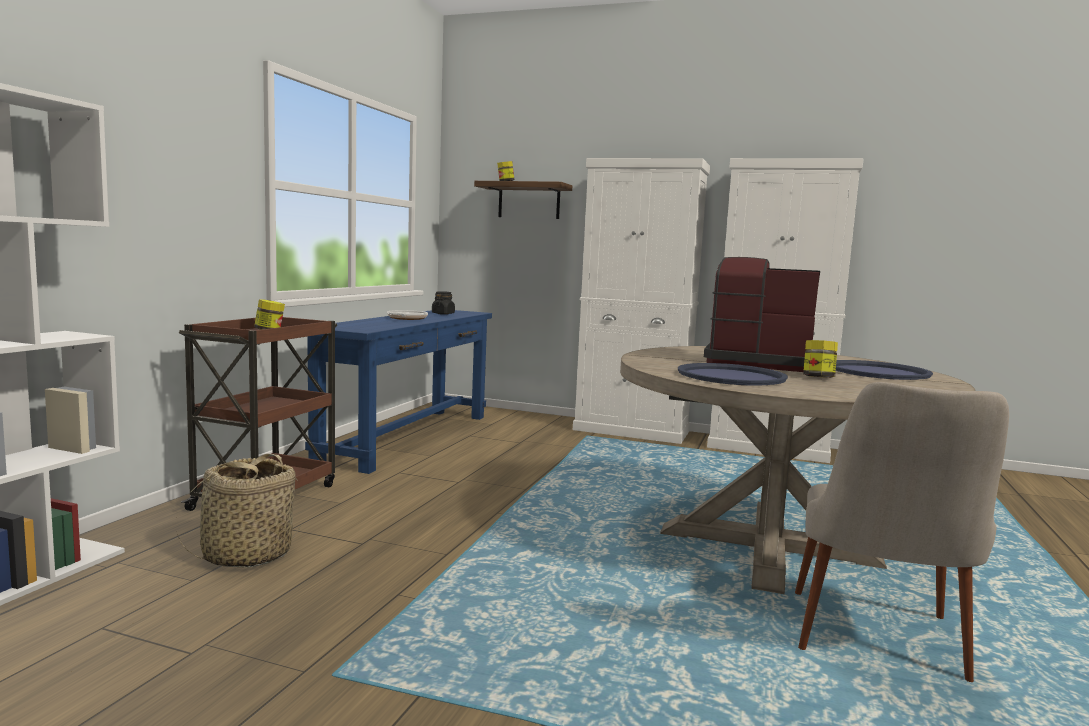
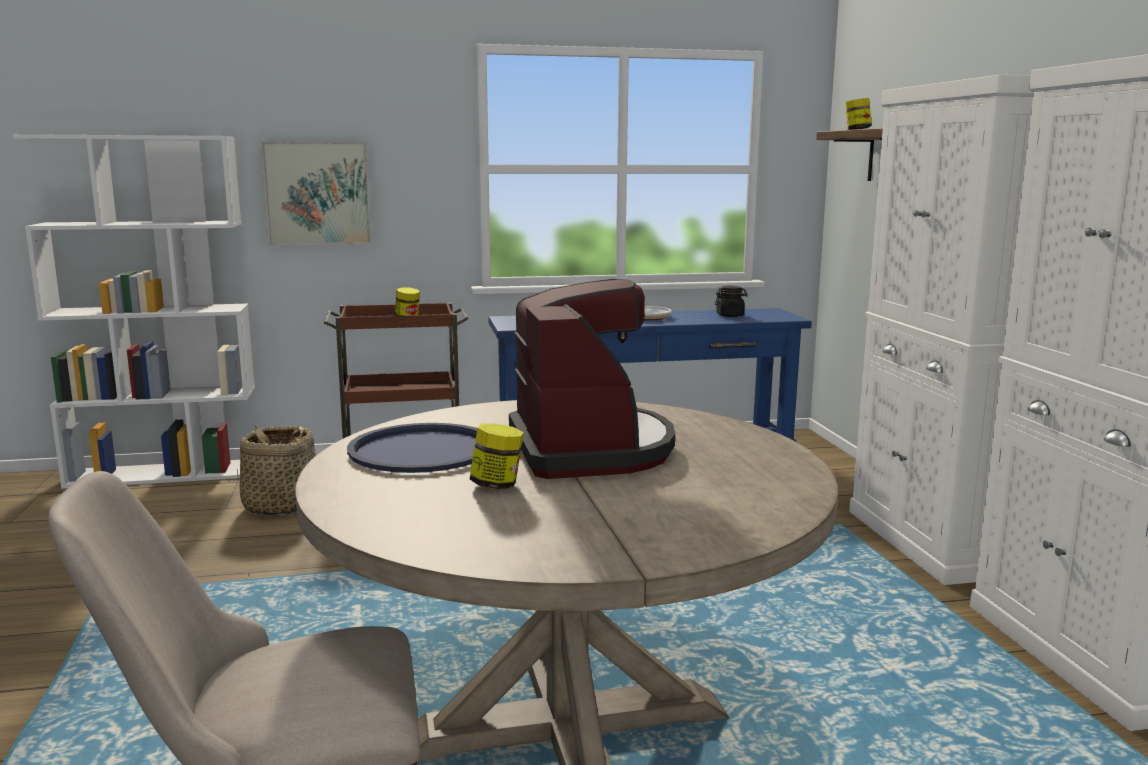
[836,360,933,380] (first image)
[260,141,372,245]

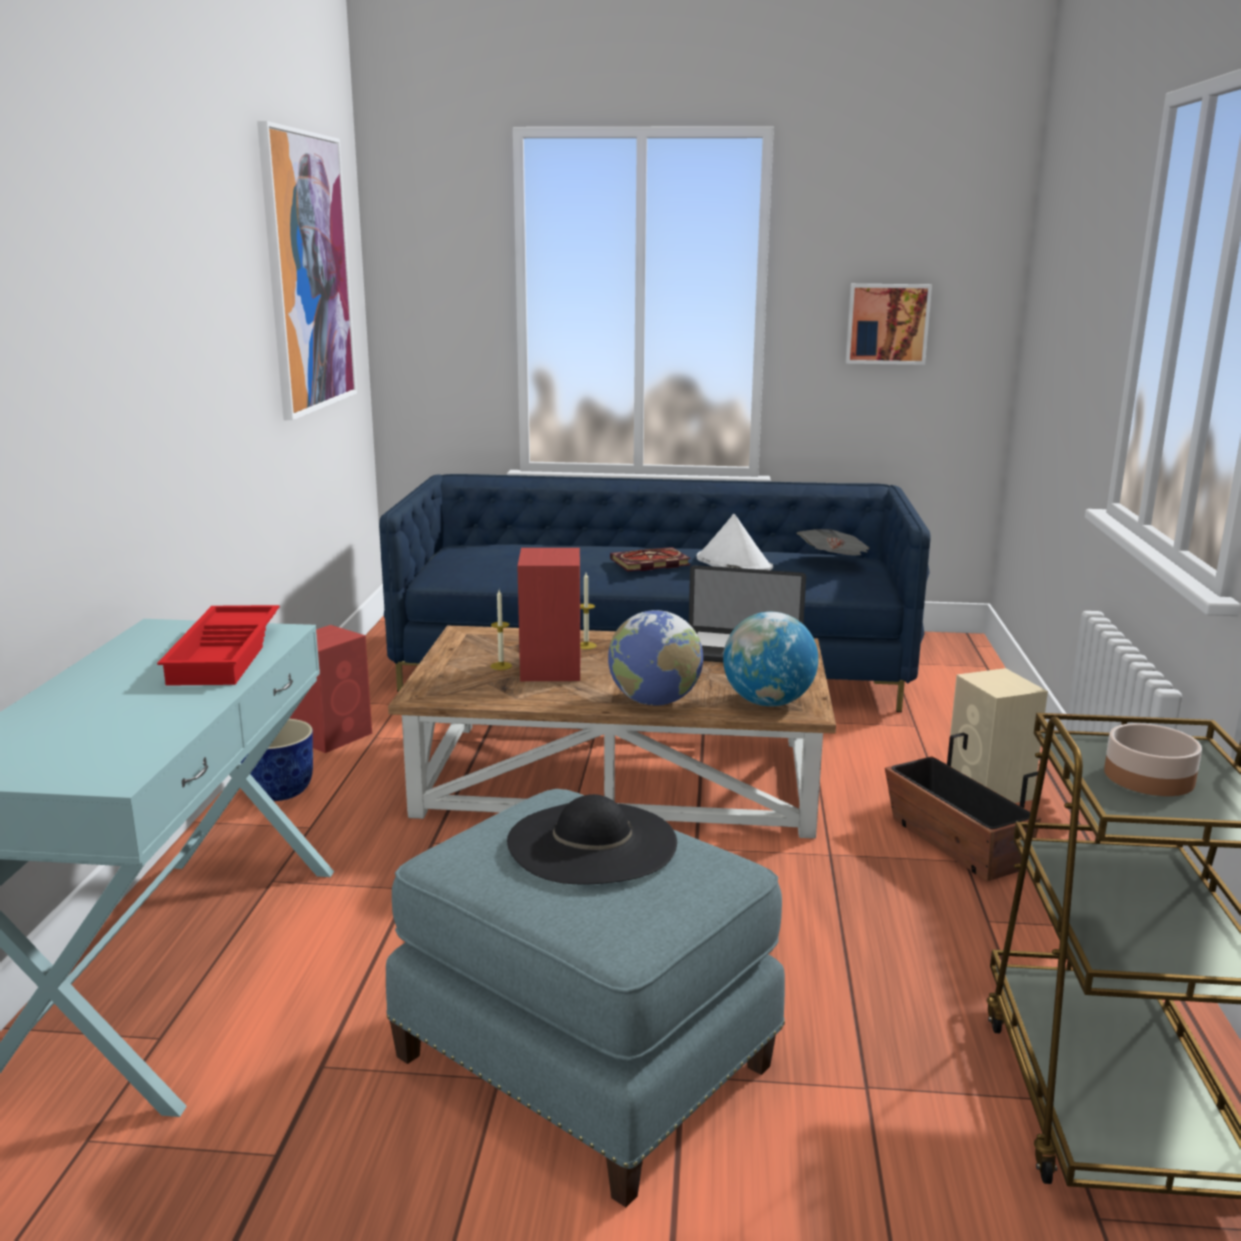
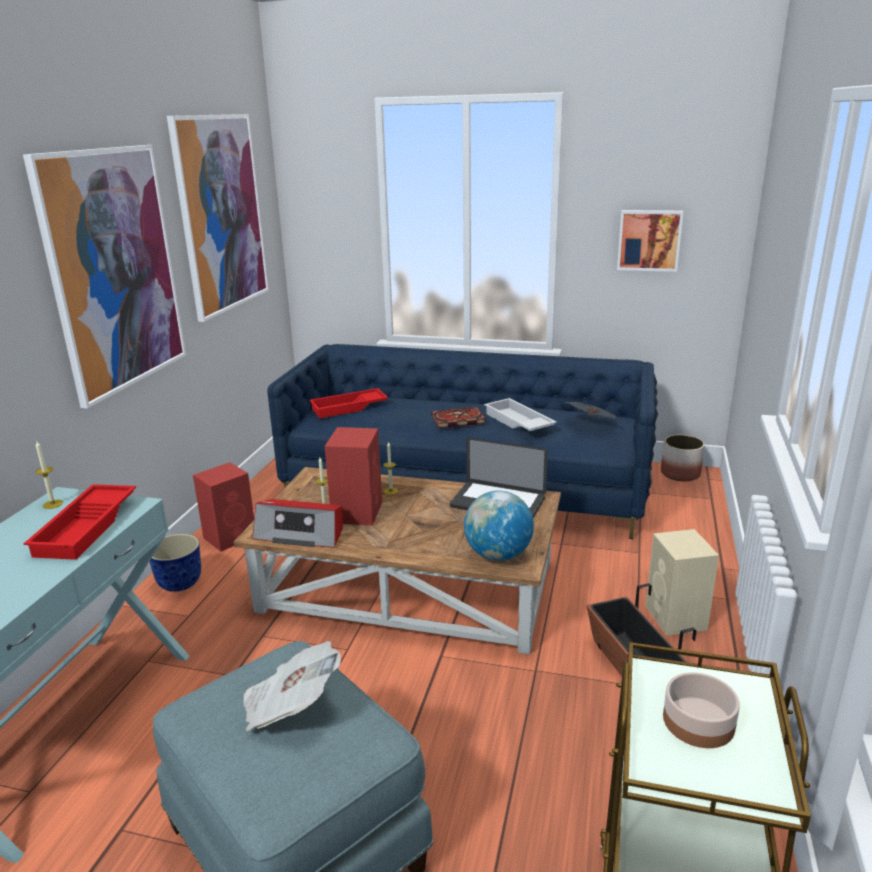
[484,398,557,431]
[608,610,703,706] (first image)
[243,641,341,731]
[23,145,186,409]
[309,388,388,418]
[661,435,704,481]
[35,441,63,509]
[252,499,343,548]

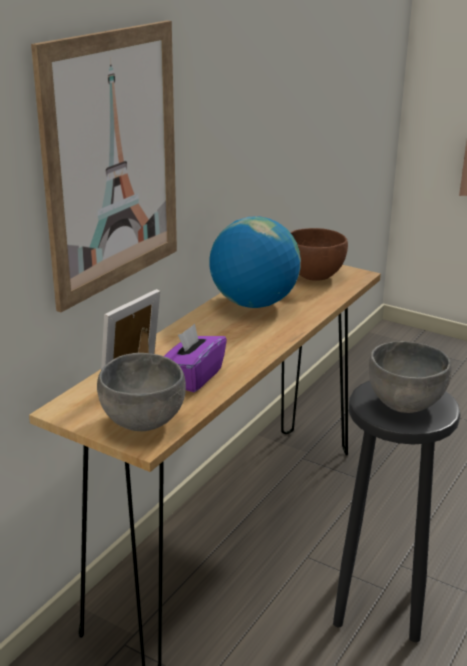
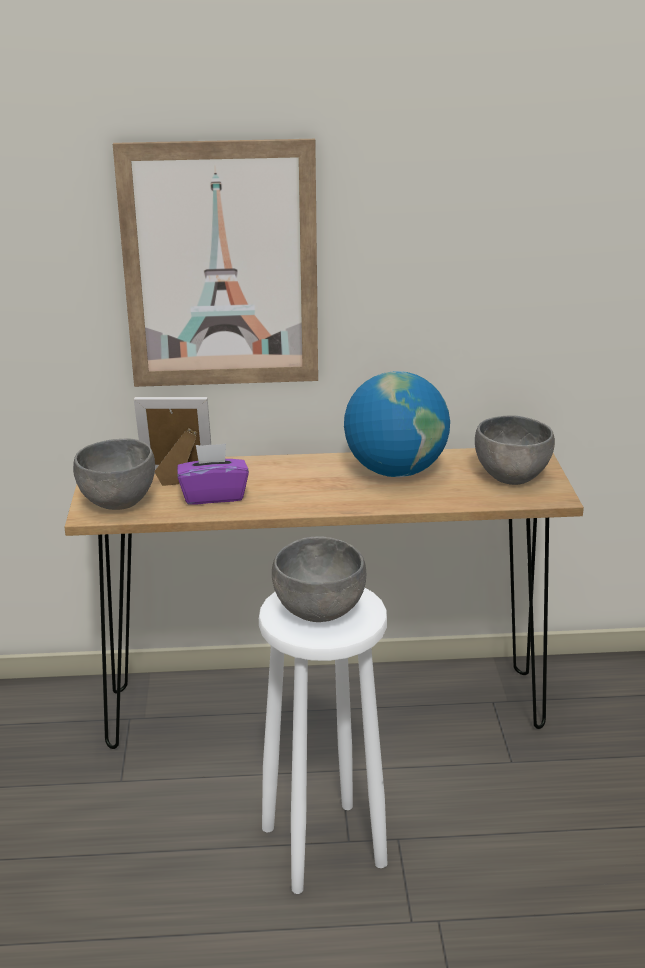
[475,416,555,485]
[259,588,387,894]

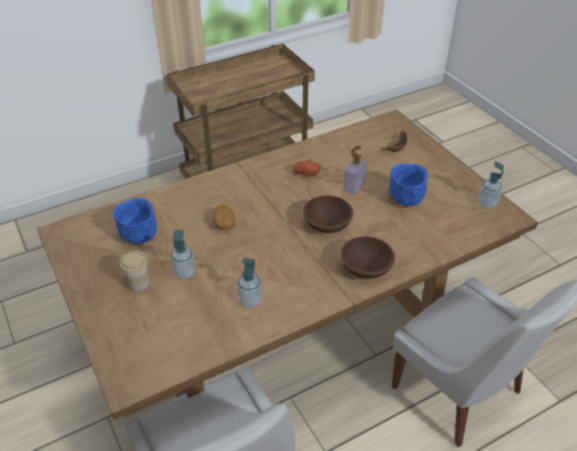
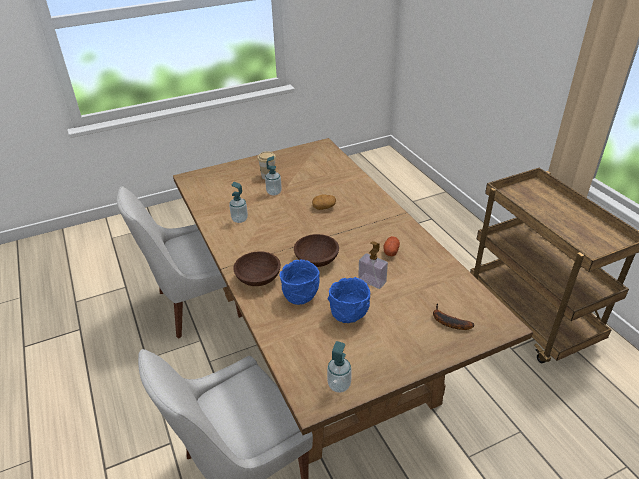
[280,259,320,305]

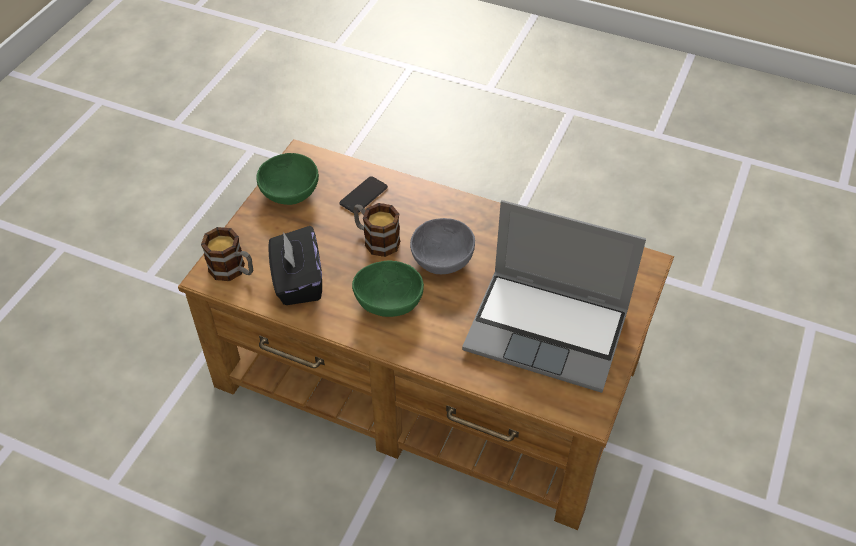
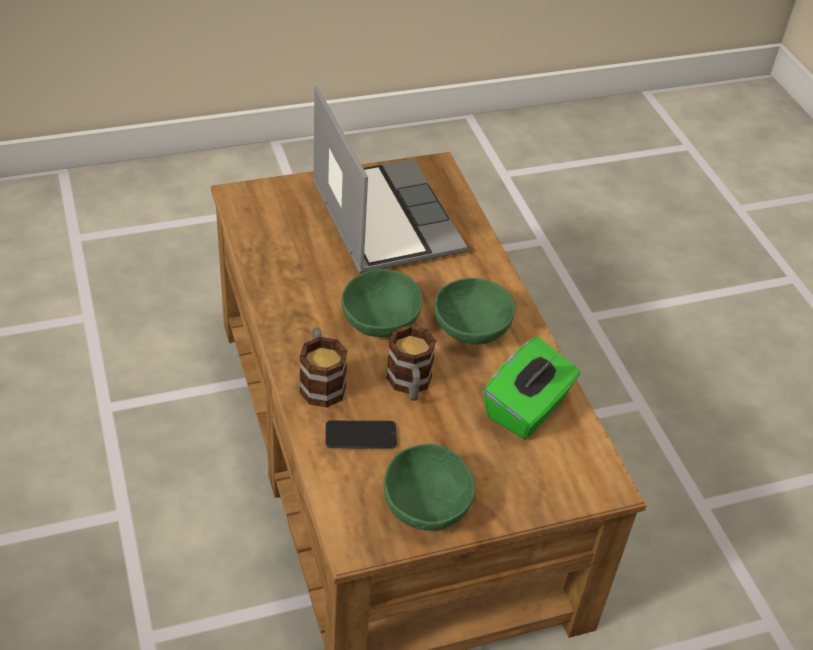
[341,269,423,337]
[483,337,580,439]
[299,327,347,407]

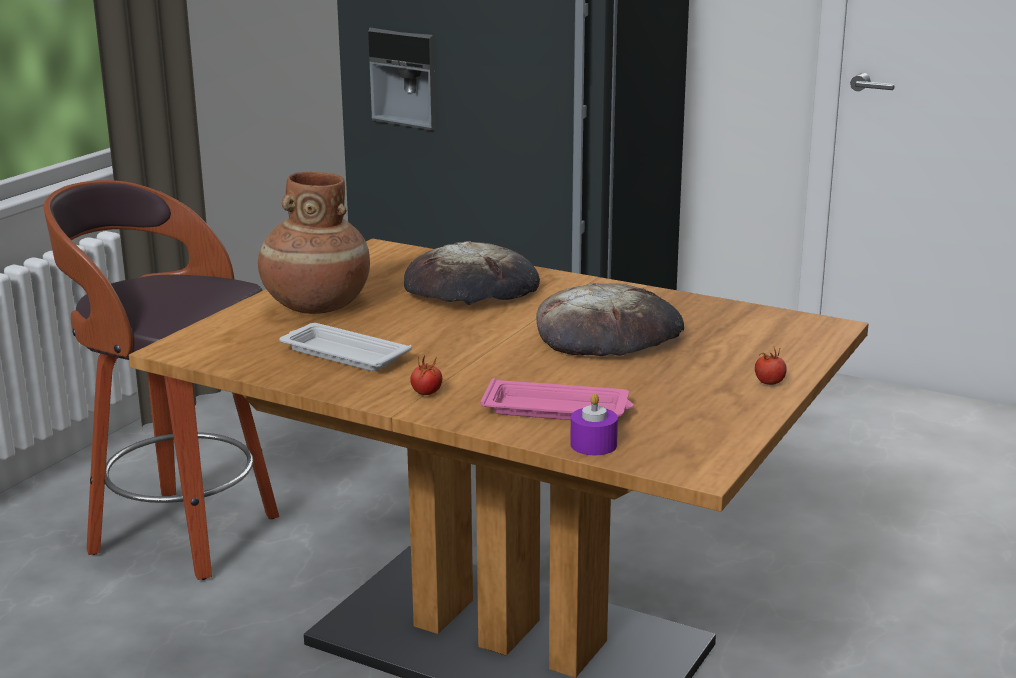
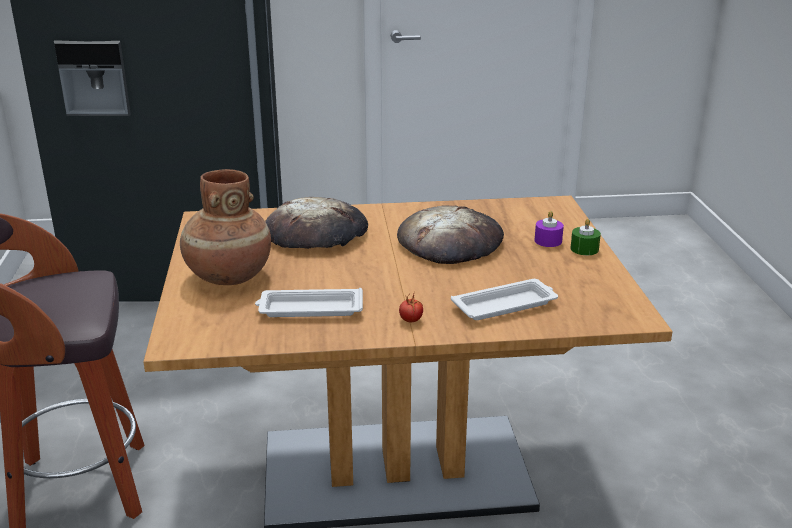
[571,218,601,255]
[451,279,558,320]
[535,211,564,247]

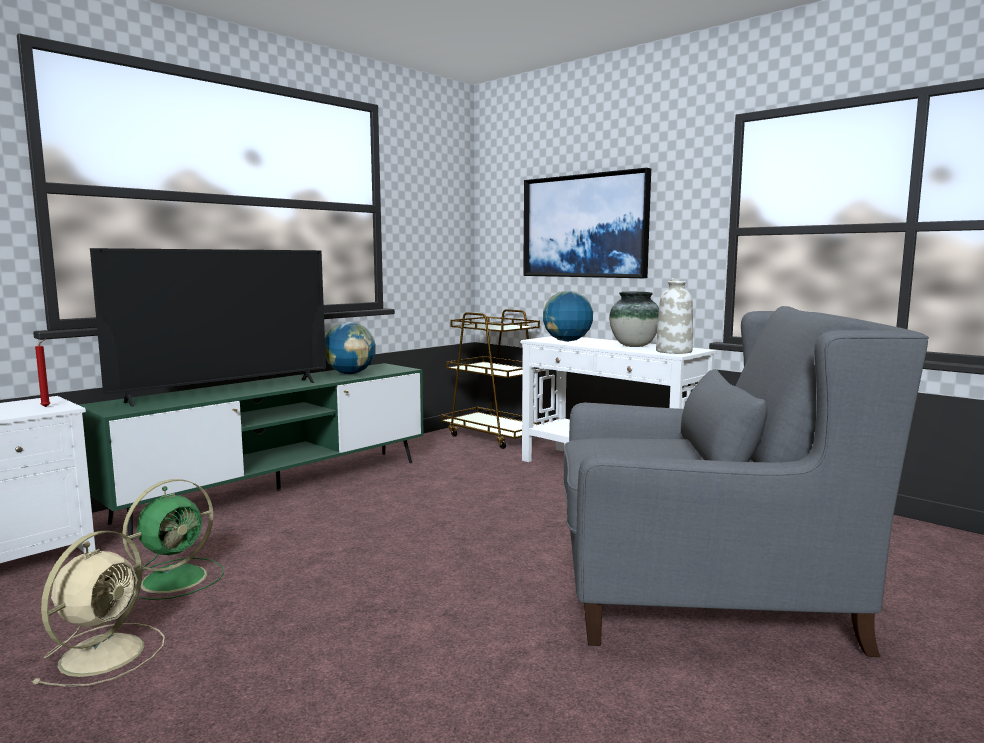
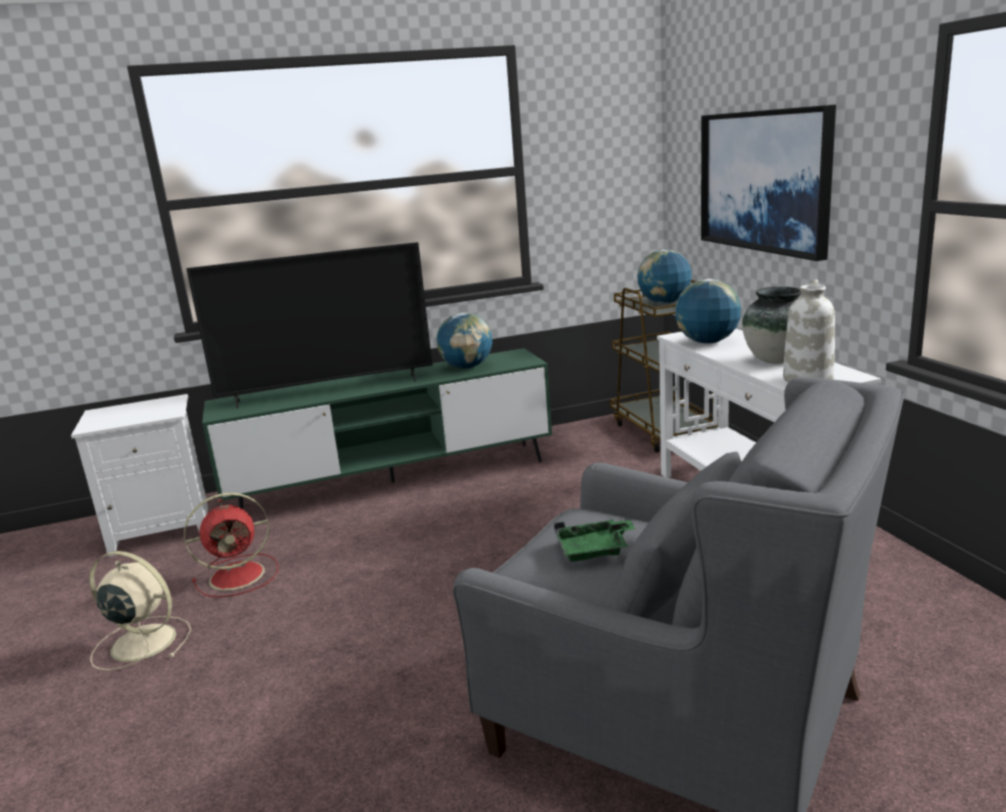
[35,339,50,407] (first image)
[184,493,278,597]
[89,551,191,671]
[637,249,692,303]
[554,520,635,562]

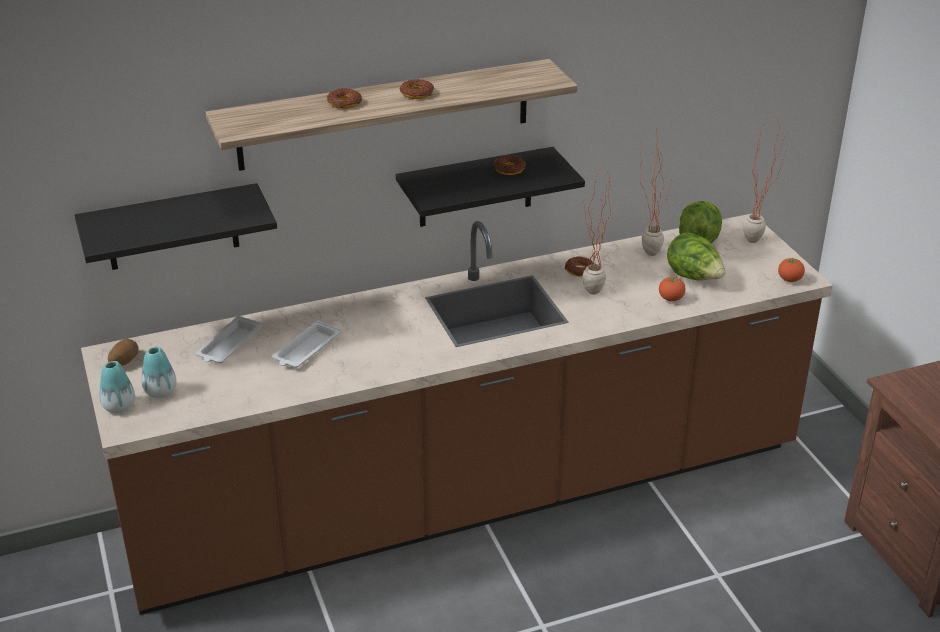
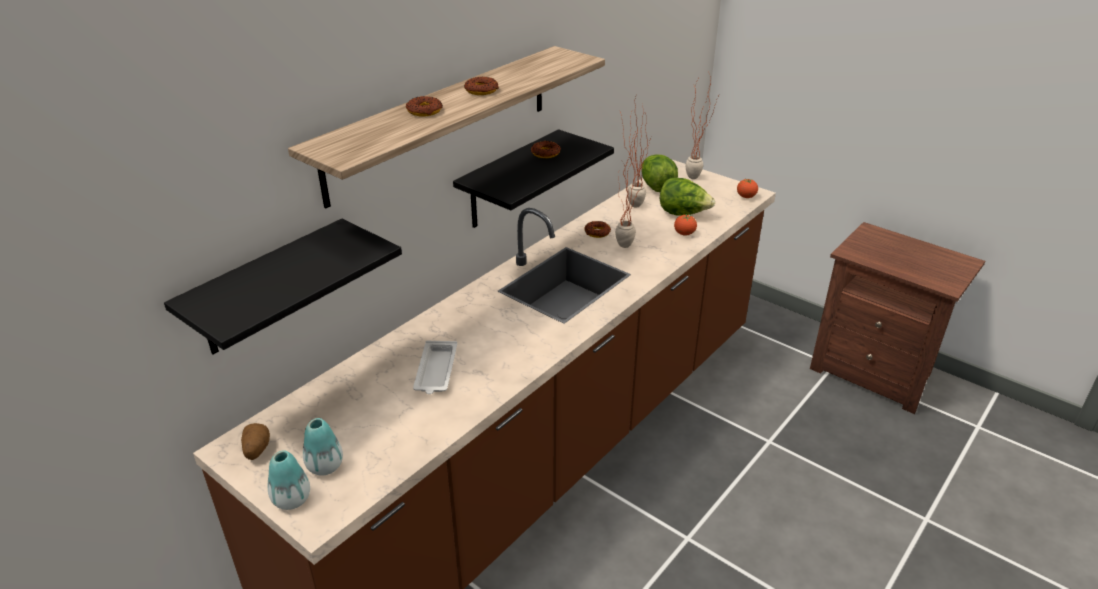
[195,316,263,363] (first image)

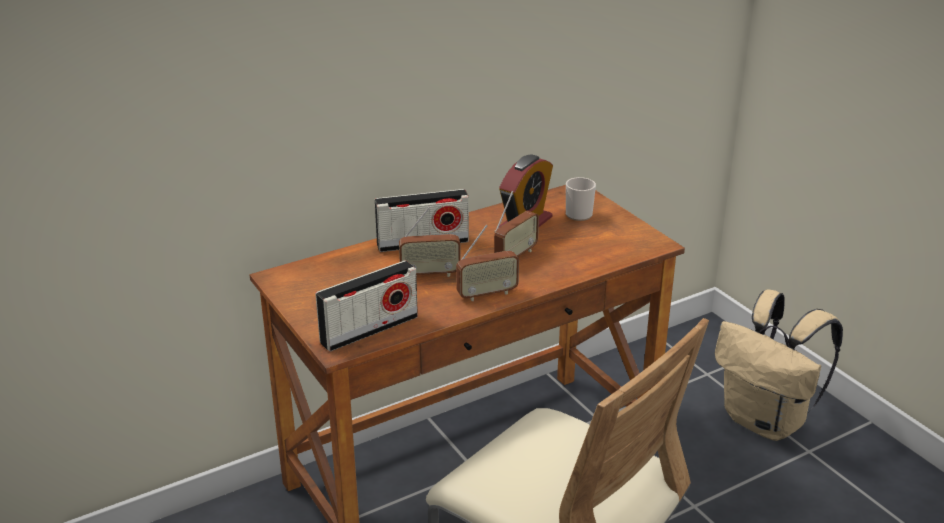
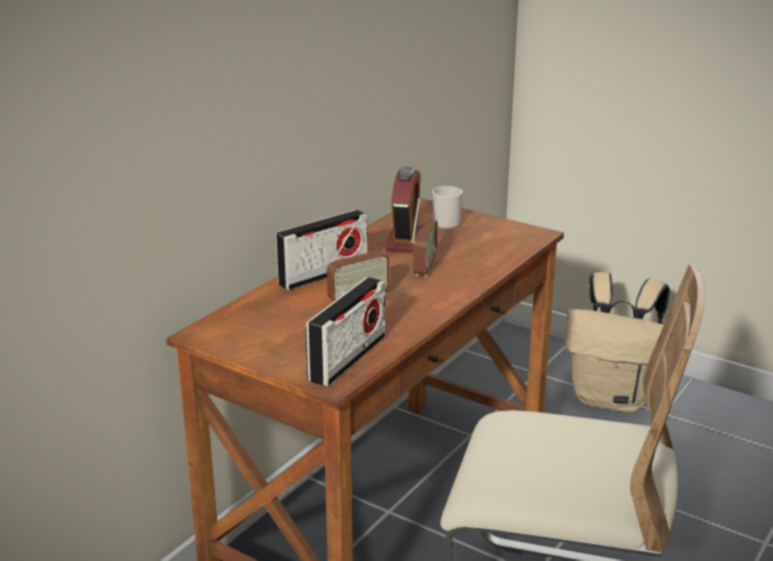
[456,225,519,301] (first image)

